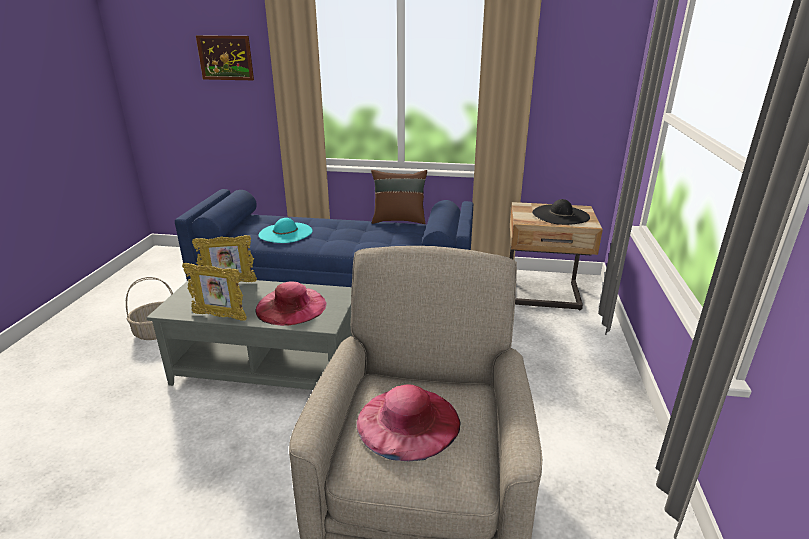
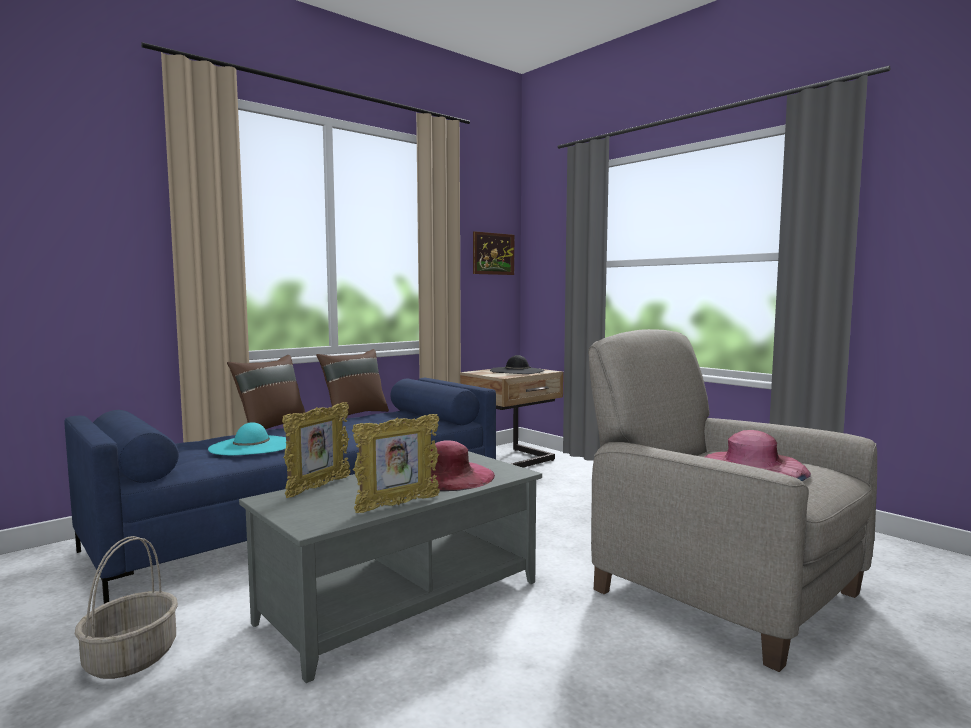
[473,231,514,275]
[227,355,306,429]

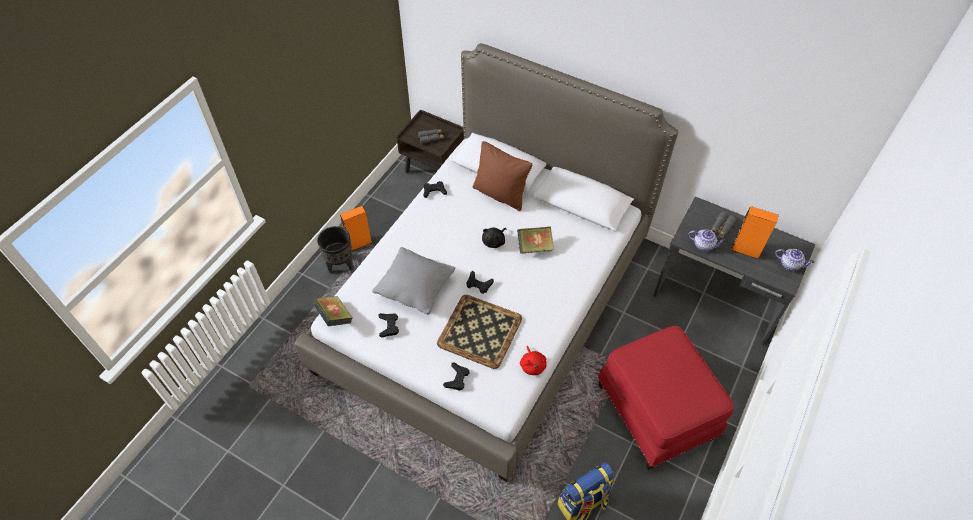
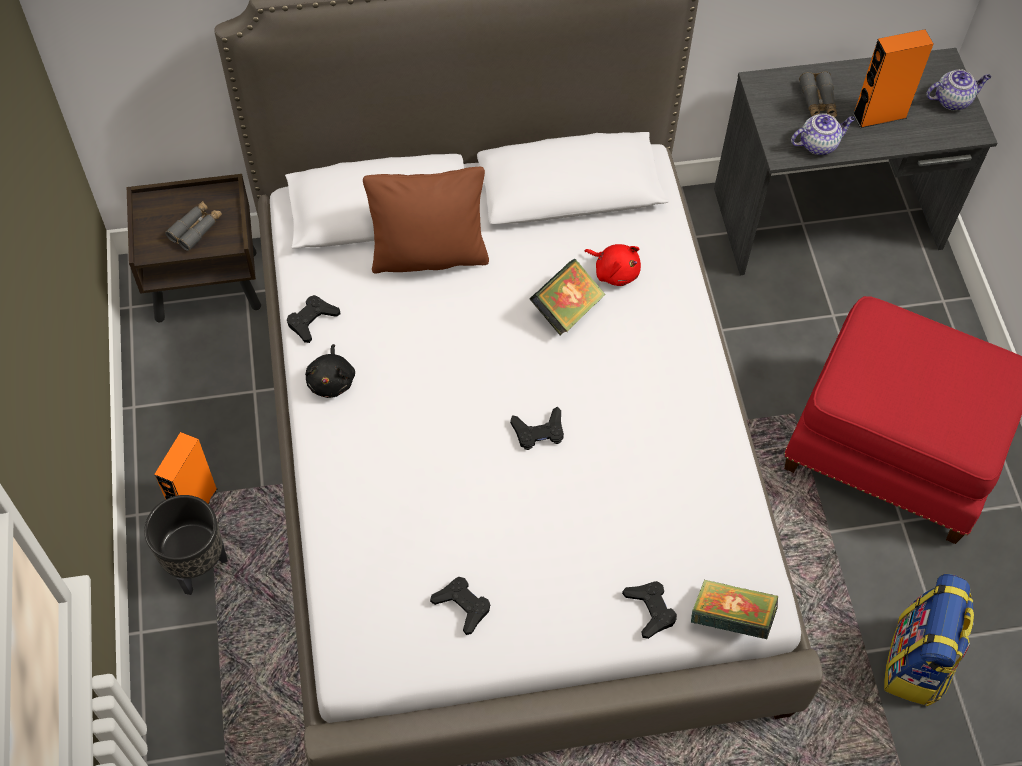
[305,344,355,398]
[372,247,455,315] (first image)
[437,295,522,369] (first image)
[691,579,778,639]
[584,244,641,286]

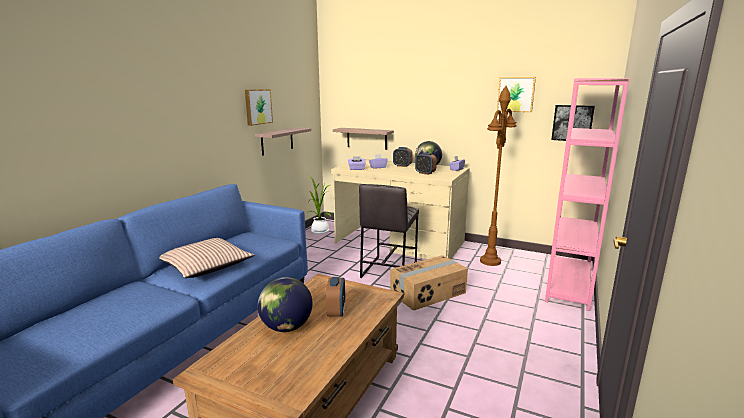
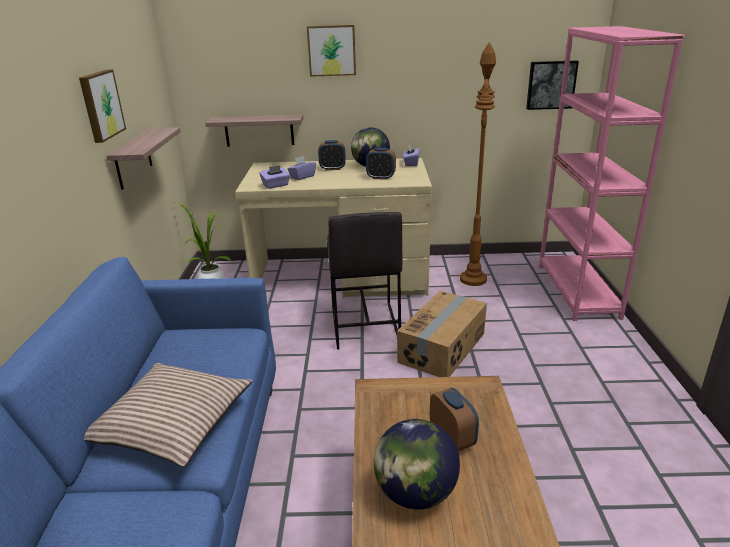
[307,25,356,77]

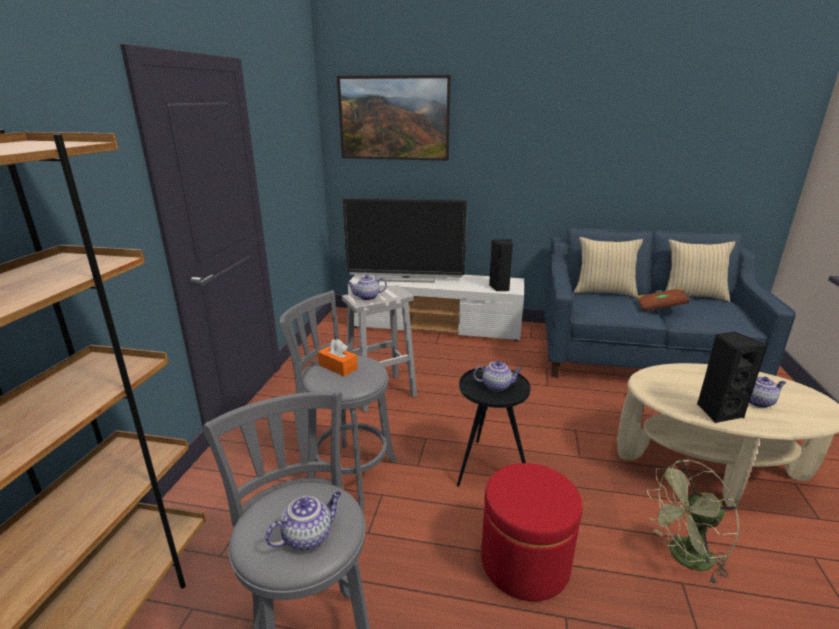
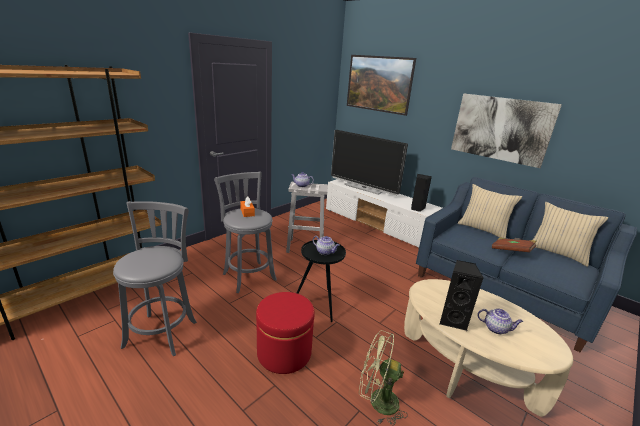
[265,491,341,551] (first image)
[451,94,562,168]

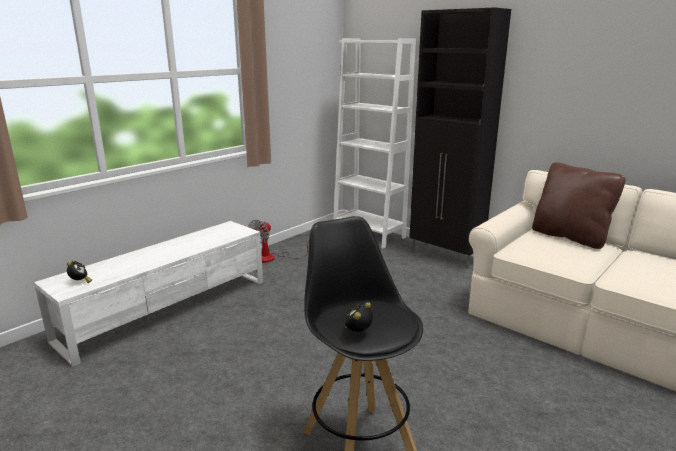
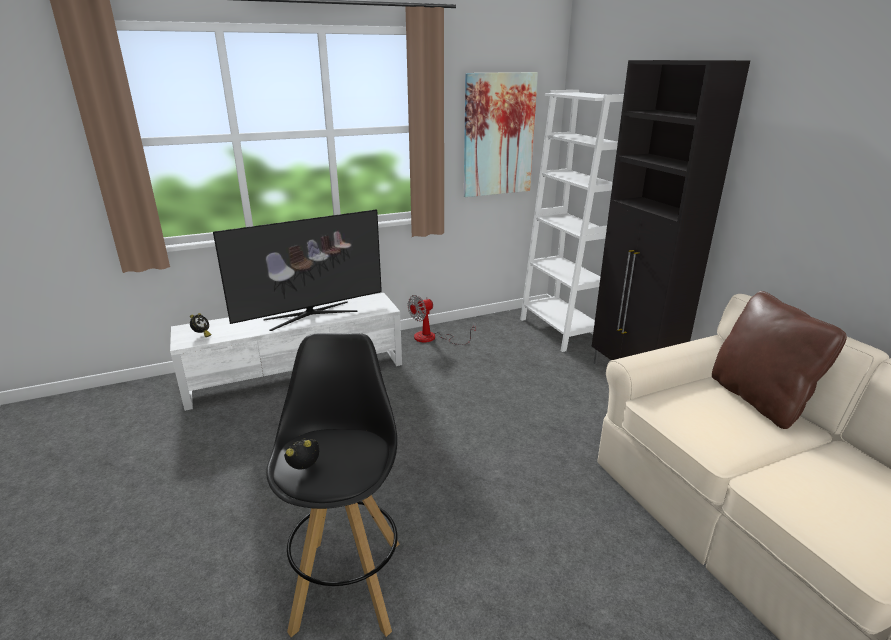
[464,72,538,197]
[213,209,382,331]

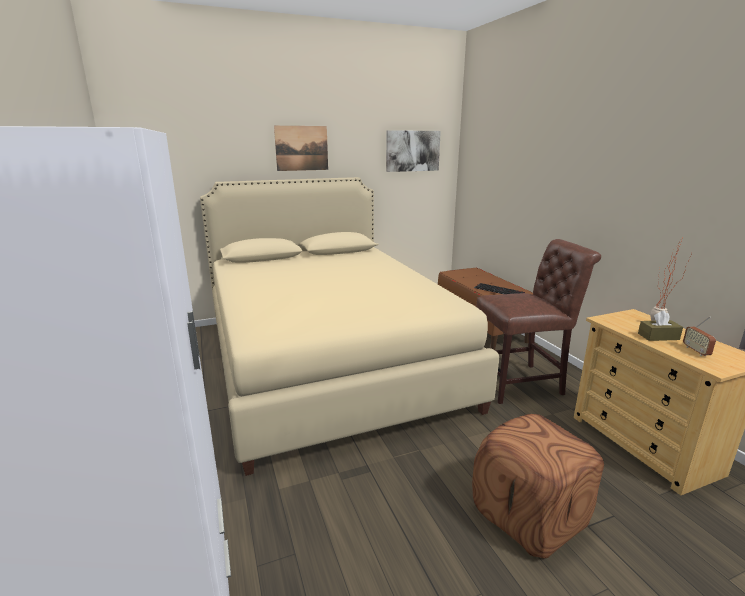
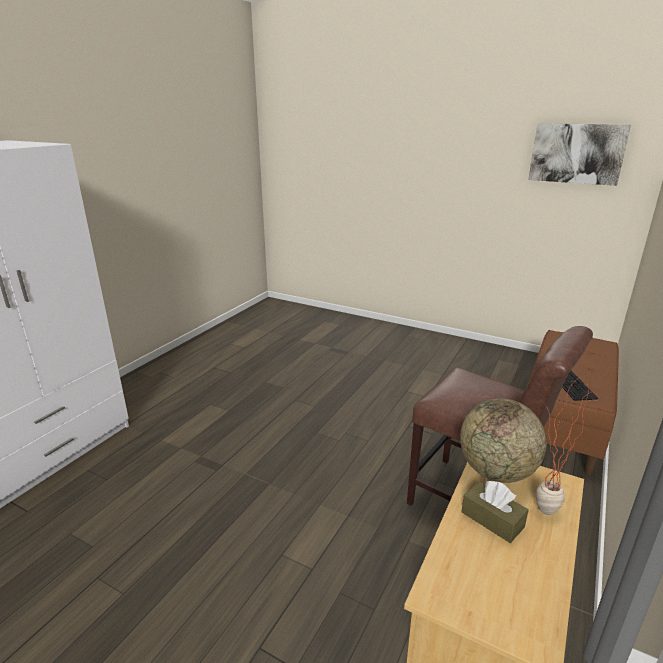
[274,126,328,171] (first image)
[200,177,499,476] (first image)
[683,317,716,356] (first image)
[472,414,604,559] (first image)
[460,399,547,483]

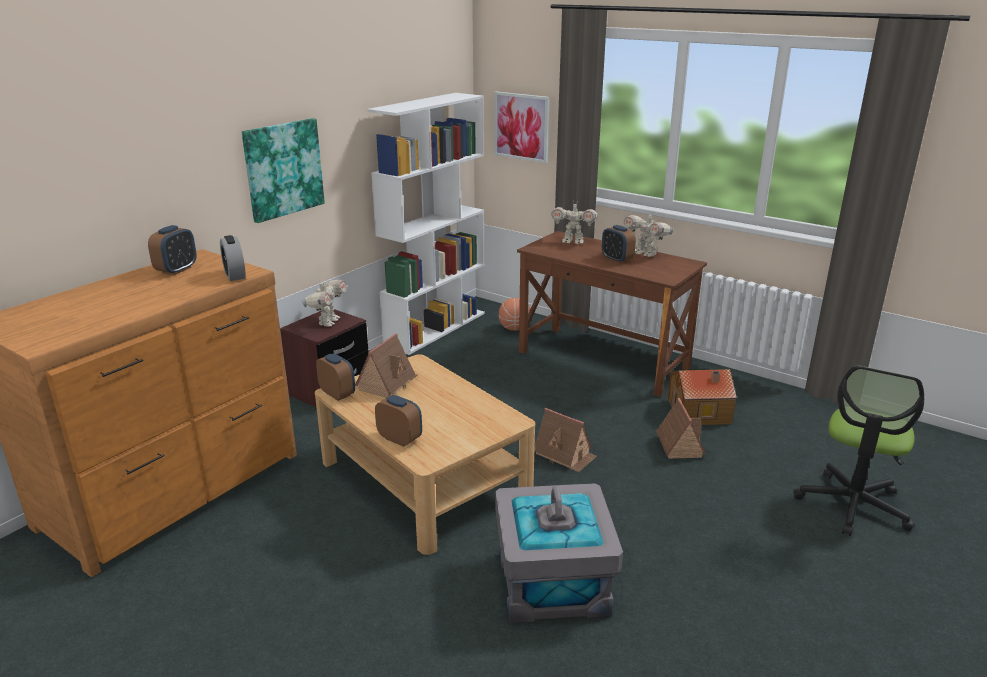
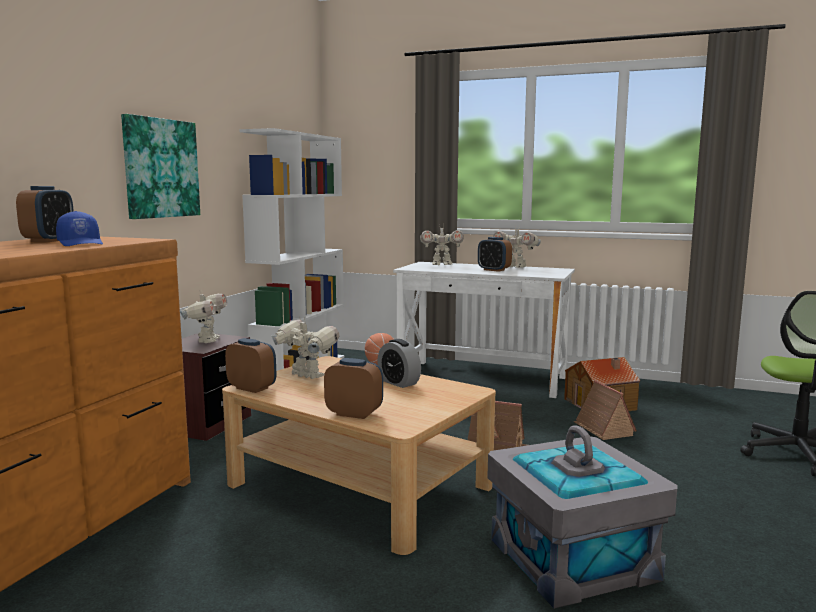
[494,92,550,163] (first image)
[393,262,575,398]
[377,339,421,388]
[271,317,340,379]
[56,211,103,246]

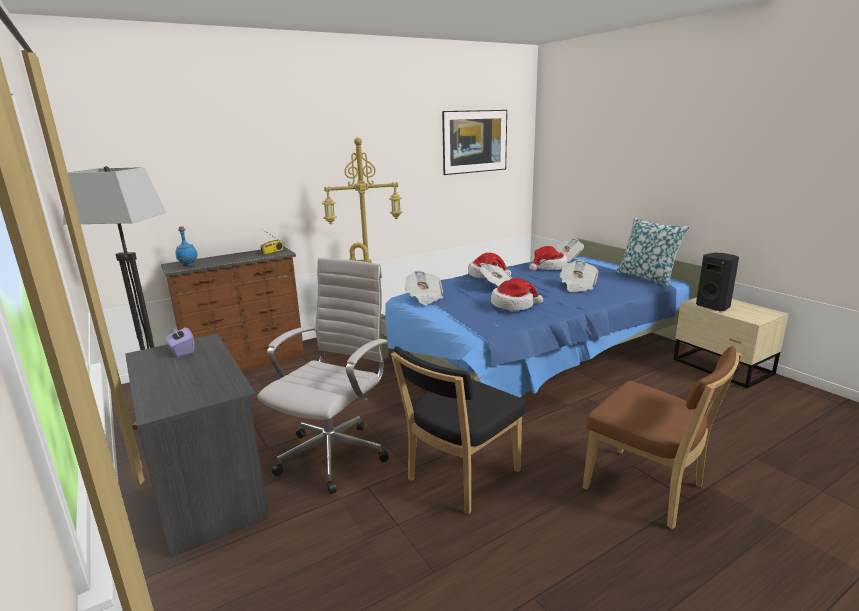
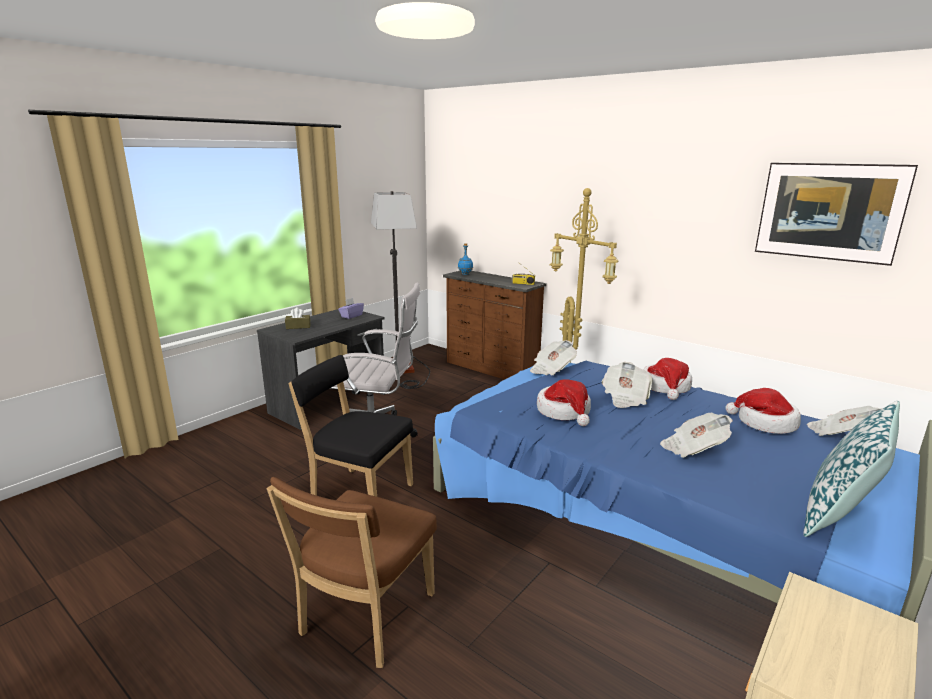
[696,253,739,312] (first image)
[285,307,311,329]

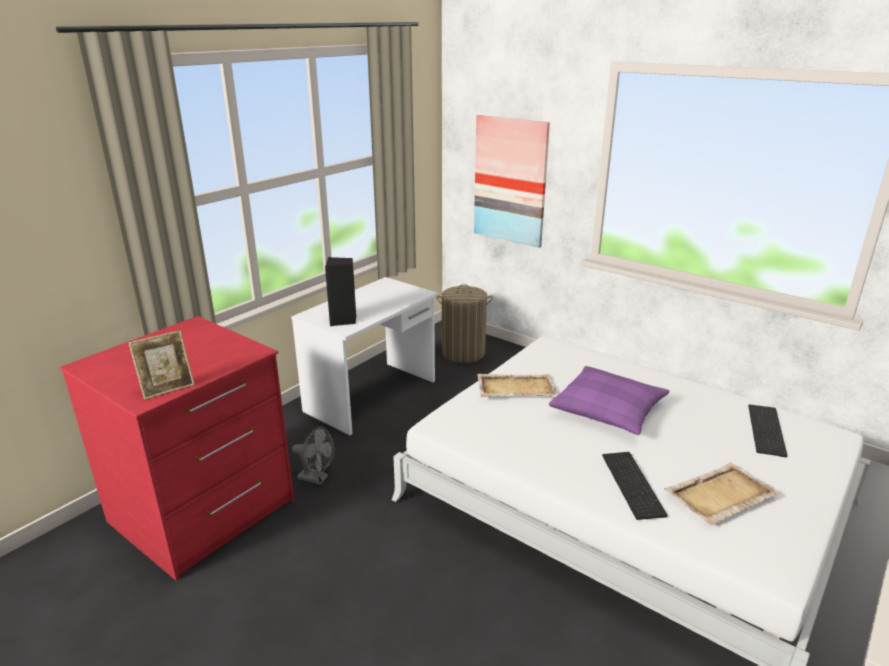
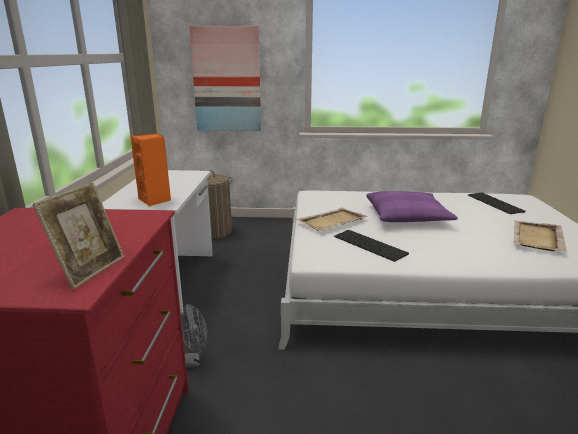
[130,134,171,207]
[334,230,409,262]

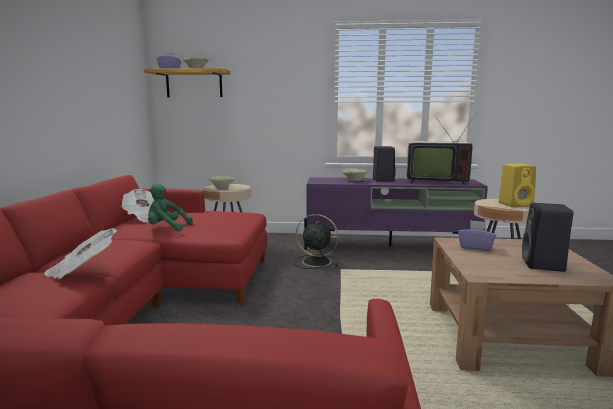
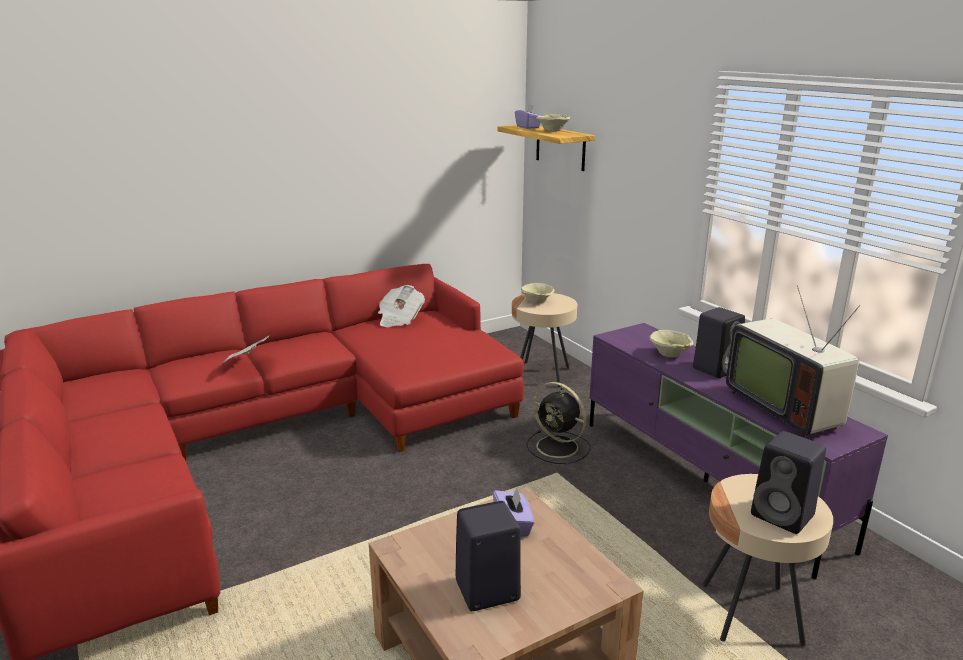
[751,431,826,534]
[148,184,193,231] (first image)
[526,382,591,464]

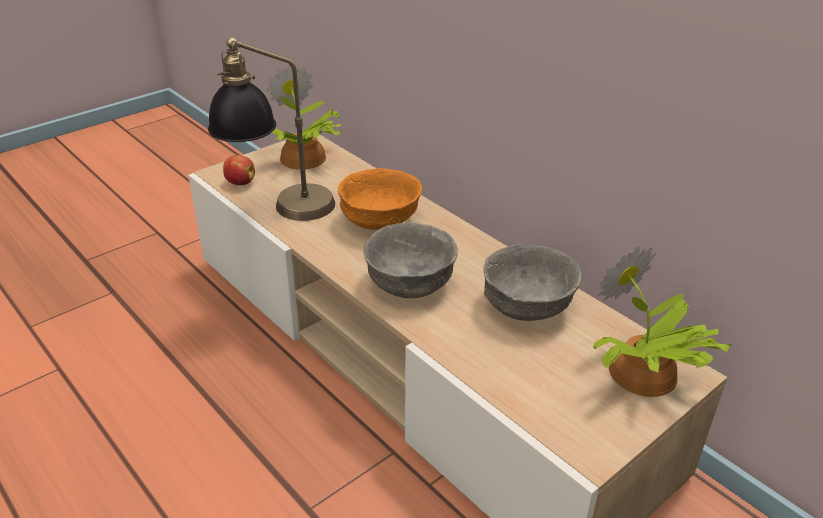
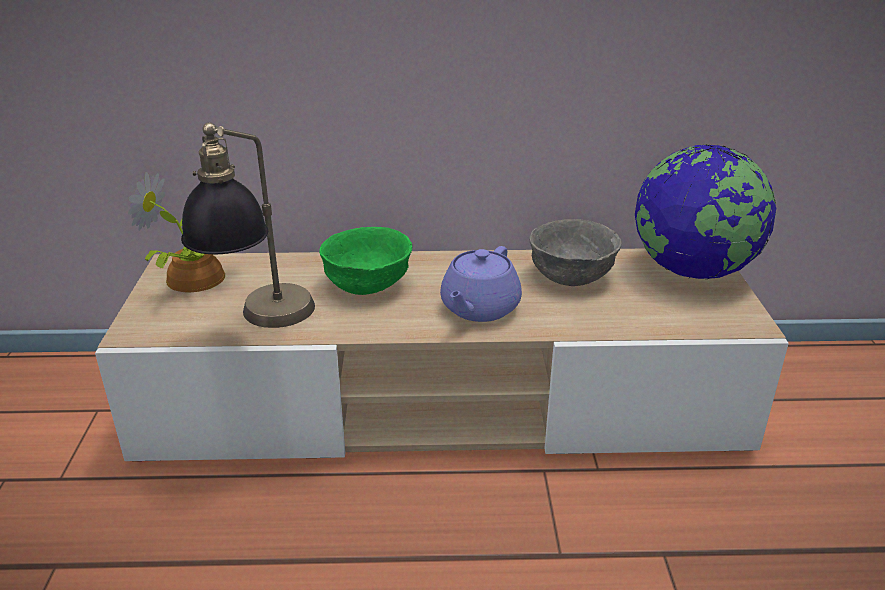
[223,155,255,185] (first image)
[319,227,412,295]
[440,246,522,322]
[635,144,776,280]

